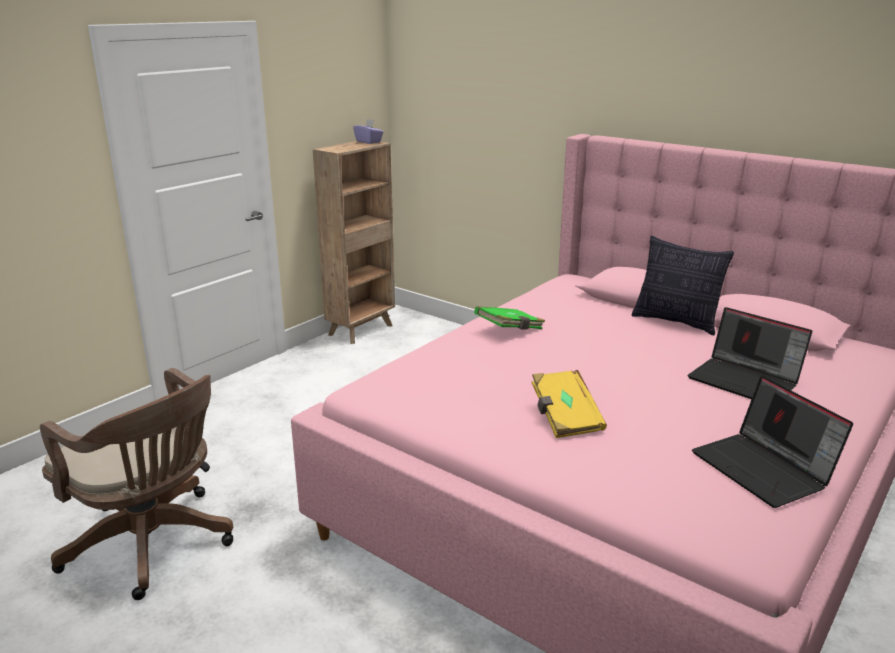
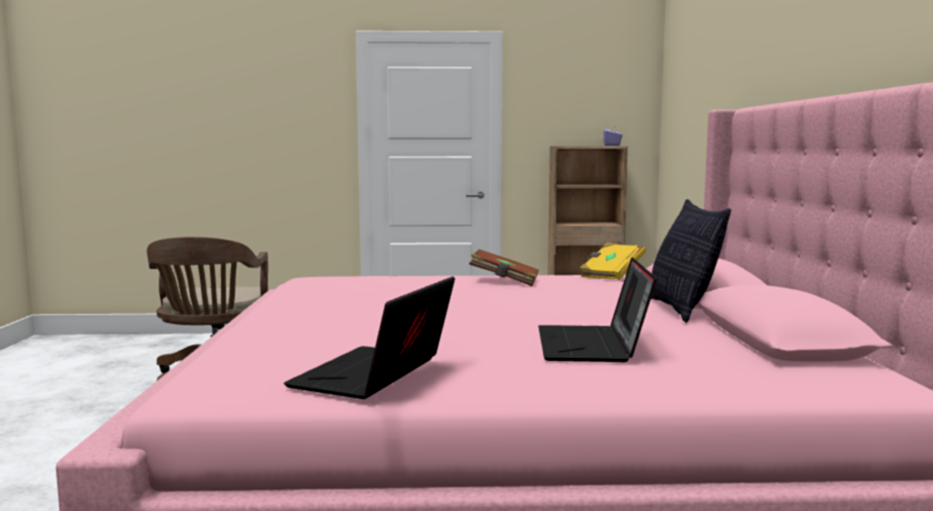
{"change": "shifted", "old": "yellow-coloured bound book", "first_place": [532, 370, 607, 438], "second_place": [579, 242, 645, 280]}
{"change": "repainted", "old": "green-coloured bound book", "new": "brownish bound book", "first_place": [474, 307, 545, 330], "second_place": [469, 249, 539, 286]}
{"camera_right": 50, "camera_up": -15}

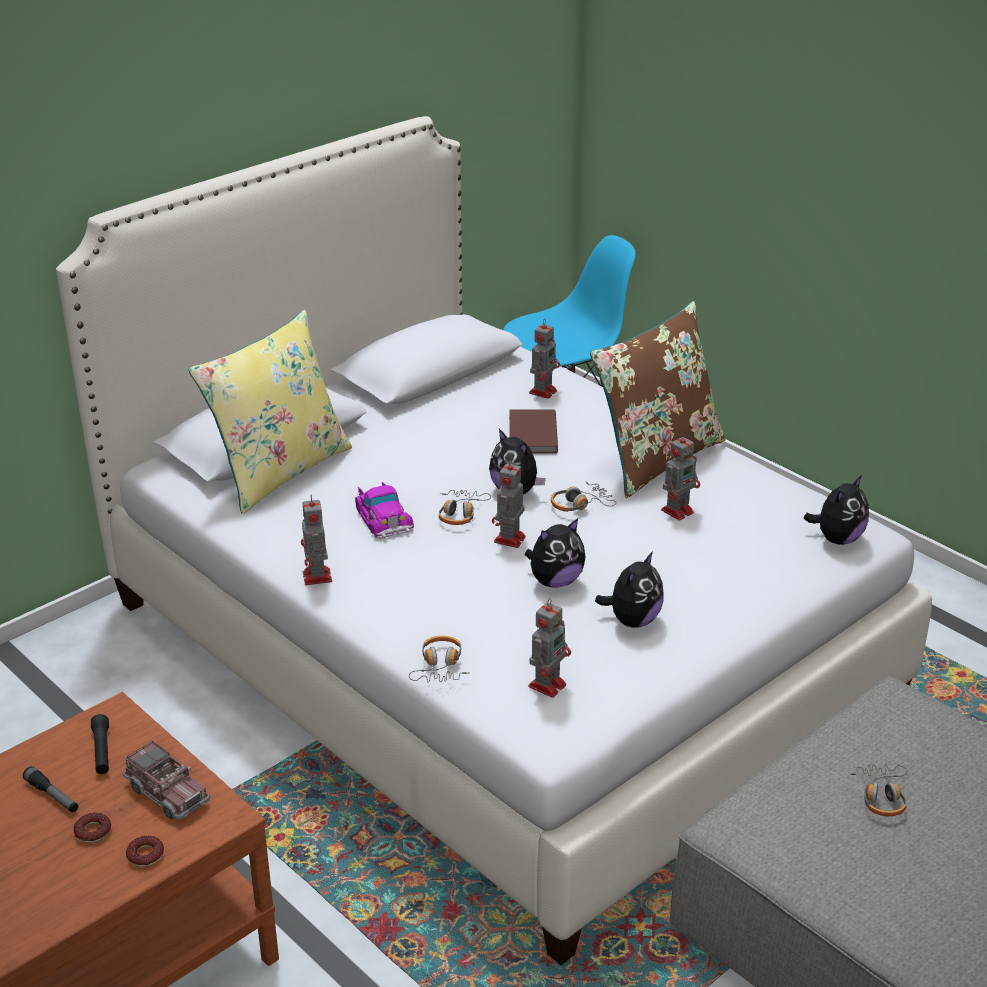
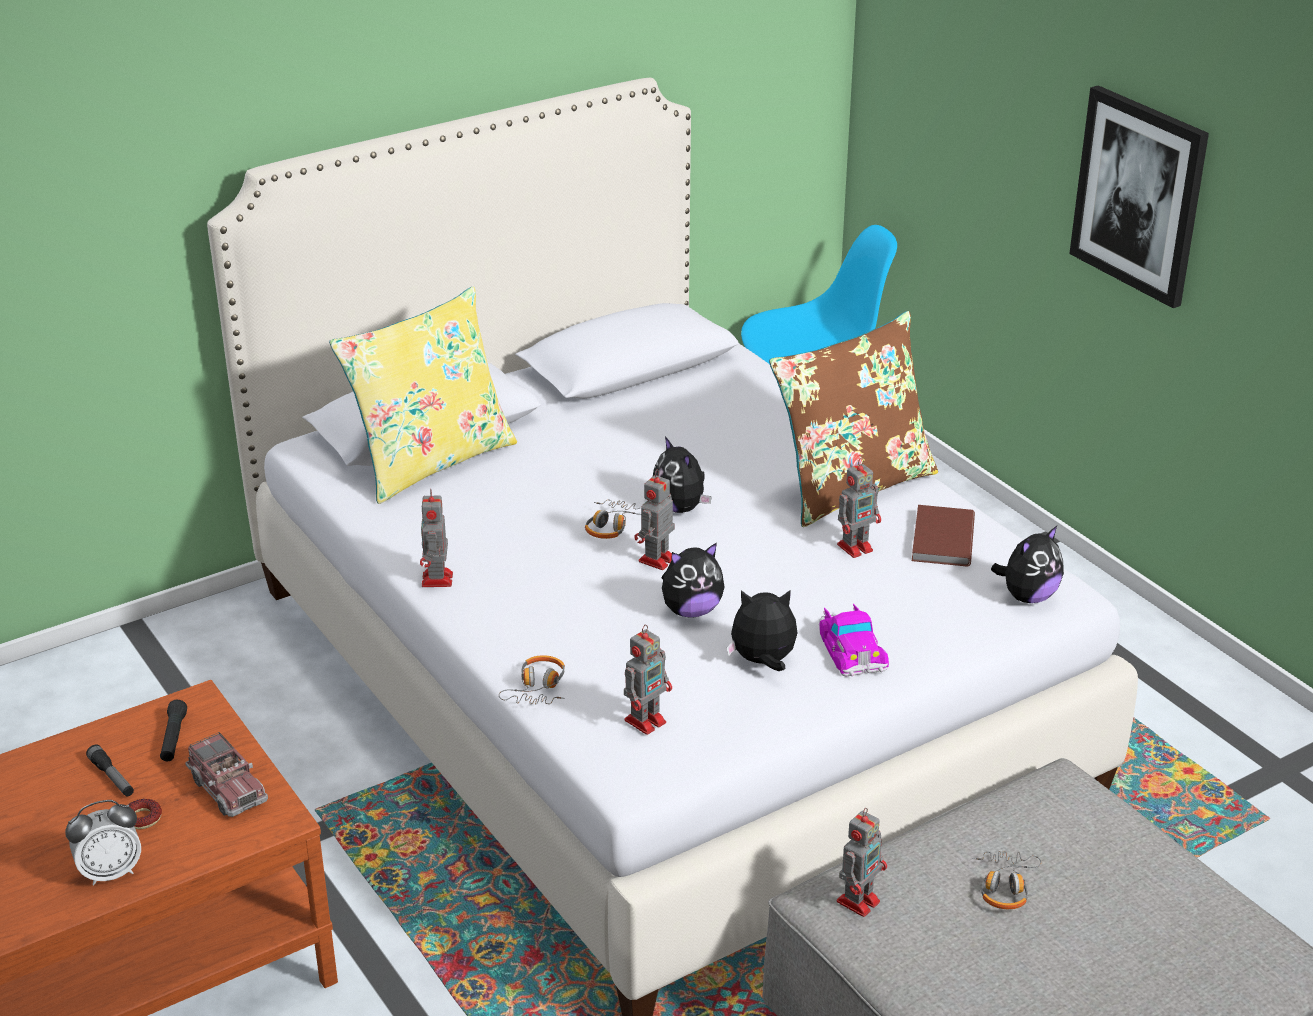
{"change": "gone", "old": "doughnut", "first_place": [126, 836, 164, 867]}
{"change": "gone", "old": "headset", "first_place": [551, 481, 616, 512]}
{"change": "new", "new": "bedside clock", "second_place": [65, 800, 141, 886]}
{"change": "new", "new": "wall picture", "second_place": [1069, 85, 1209, 308]}
{"change": "shifted", "old": "toy car", "first_place": [355, 482, 414, 539], "second_place": [819, 604, 889, 676]}
{"change": "shifted", "old": "brownish bound book", "first_place": [509, 409, 558, 454], "second_place": [912, 505, 975, 567]}
{"change": "shifted", "old": "robot figure", "first_place": [529, 318, 560, 399], "second_place": [837, 808, 887, 917]}
{"change": "rotated", "old": "cuddly toy", "first_place": [595, 551, 664, 628], "second_place": [727, 590, 797, 671], "degrees": -135}
{"camera_right": 10, "camera_up": 0}

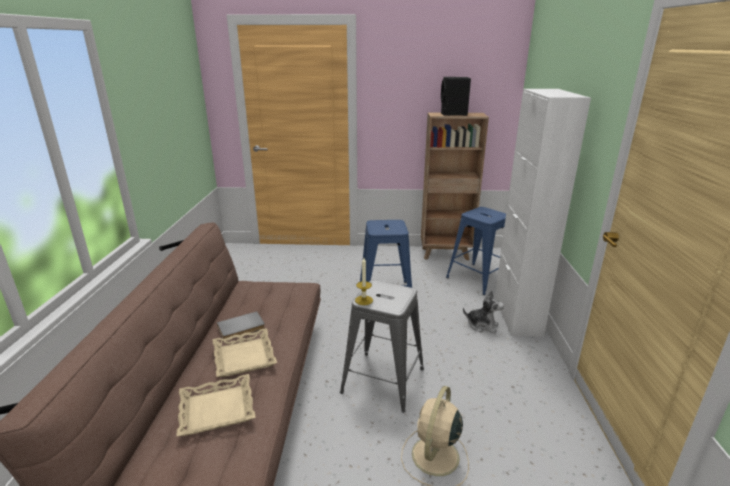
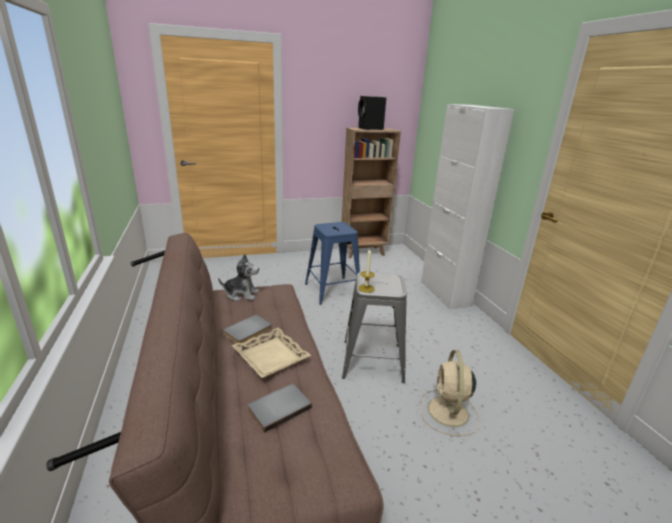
{"change": "gone", "old": "blue-coloured stool seat", "first_place": [446, 207, 506, 295]}
{"change": "shifted", "old": "cuddly toy", "first_place": [463, 290, 504, 333], "second_place": [218, 254, 259, 301]}
{"change": "swapped", "old": "beige-coloured tray", "new": "gray bound book", "first_place": [176, 374, 256, 437], "second_place": [248, 384, 312, 433]}
{"camera_right": -20, "camera_up": 0}

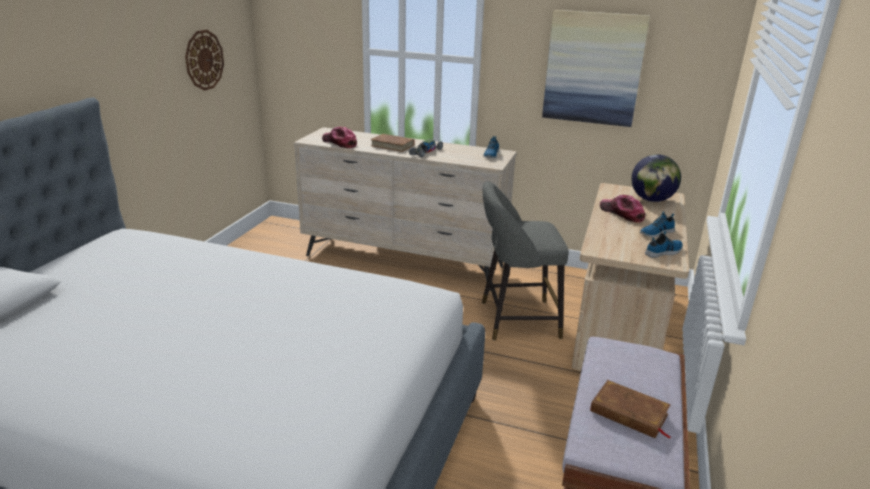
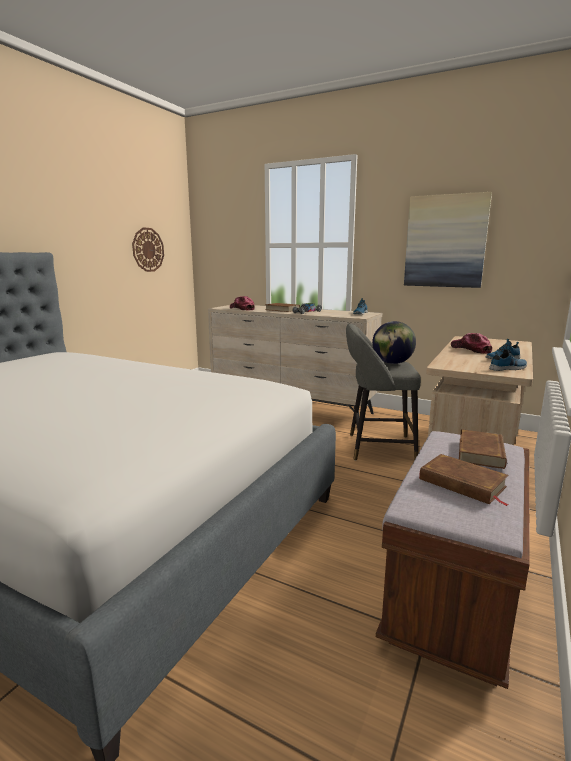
{"change": "new", "new": "brownish bound book", "second_place": [459, 429, 507, 469]}
{"change": "shifted", "old": "desk globe", "first_place": [631, 154, 681, 202], "second_place": [372, 321, 416, 364]}
{"camera_right": 10, "camera_up": -10}

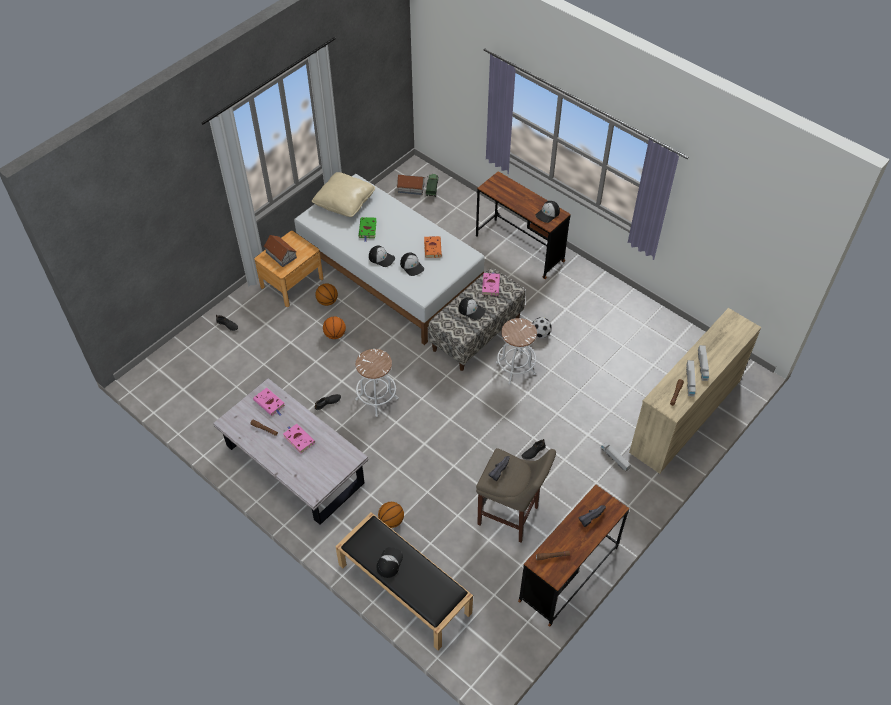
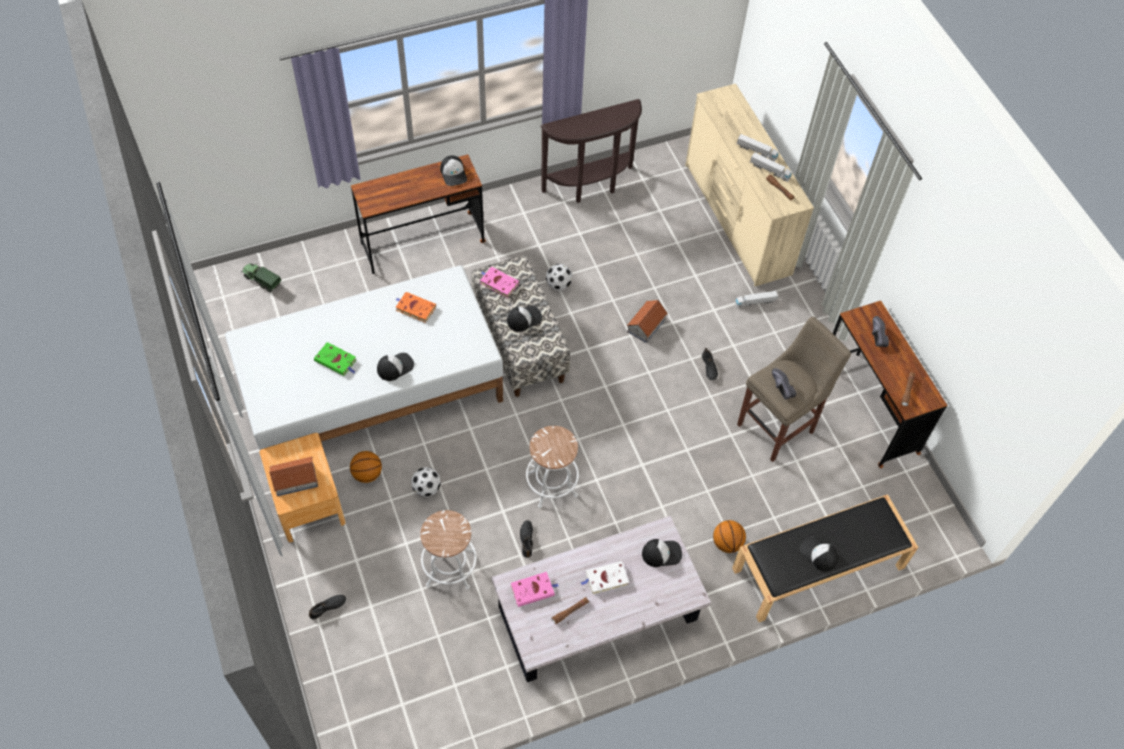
{"change": "gone", "old": "beige-coloured pillow", "first_place": [312, 172, 375, 217]}
{"change": "new", "new": "brownish hall table", "second_place": [540, 99, 642, 203]}
{"change": "shifted", "old": "toy house", "first_place": [397, 175, 425, 195], "second_place": [627, 300, 668, 343]}
{"change": "shifted", "old": "peaked cap", "first_place": [400, 253, 424, 276], "second_place": [642, 539, 682, 567]}
{"change": "shifted", "old": "white stool seat", "first_place": [496, 318, 537, 384], "second_place": [420, 510, 477, 589]}
{"change": "swapped", "old": "basketball", "new": "football", "first_place": [323, 316, 346, 339], "second_place": [411, 467, 441, 497]}
{"change": "repainted", "old": "pink-coloured bound book", "new": "white bound book", "first_place": [283, 424, 315, 453], "second_place": [581, 561, 629, 595]}
{"camera_right": -65, "camera_up": 5}

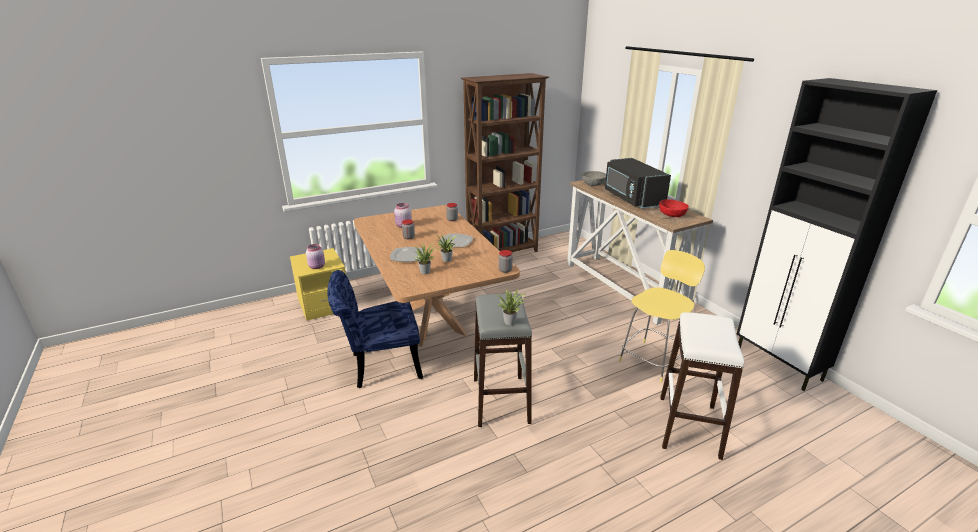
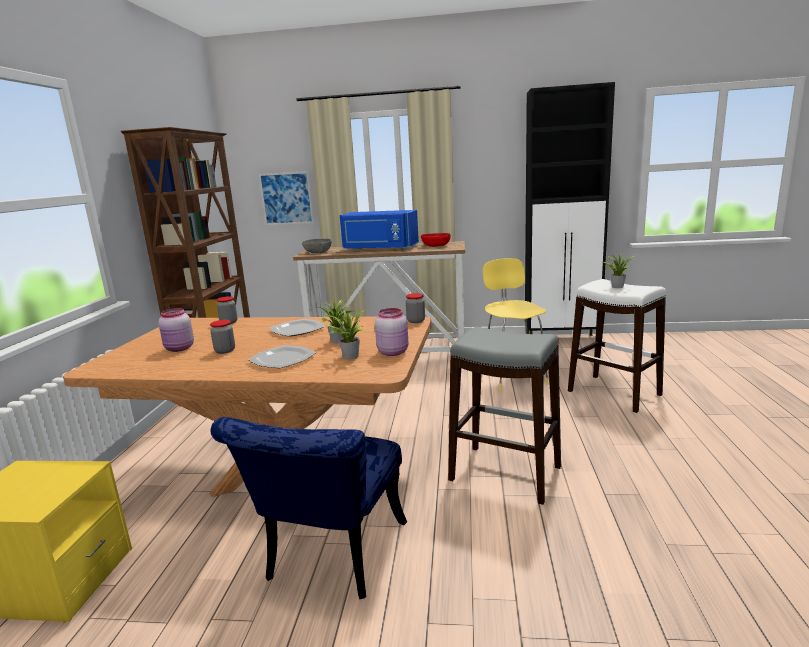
{"change": "new", "new": "wall picture", "second_place": [259, 171, 314, 225]}
{"change": "shifted", "old": "pink-coloured jar", "first_place": [306, 244, 325, 269], "second_place": [375, 308, 408, 356]}
{"change": "shifted", "old": "houseplant", "first_place": [496, 289, 525, 325], "second_place": [604, 254, 634, 288]}
{"change": "repainted", "old": "blackish kitchen microwave", "new": "blue-coloured kitchen microwave", "first_place": [605, 158, 671, 208], "second_place": [340, 210, 419, 251]}
{"camera_right": -55, "camera_up": -10}

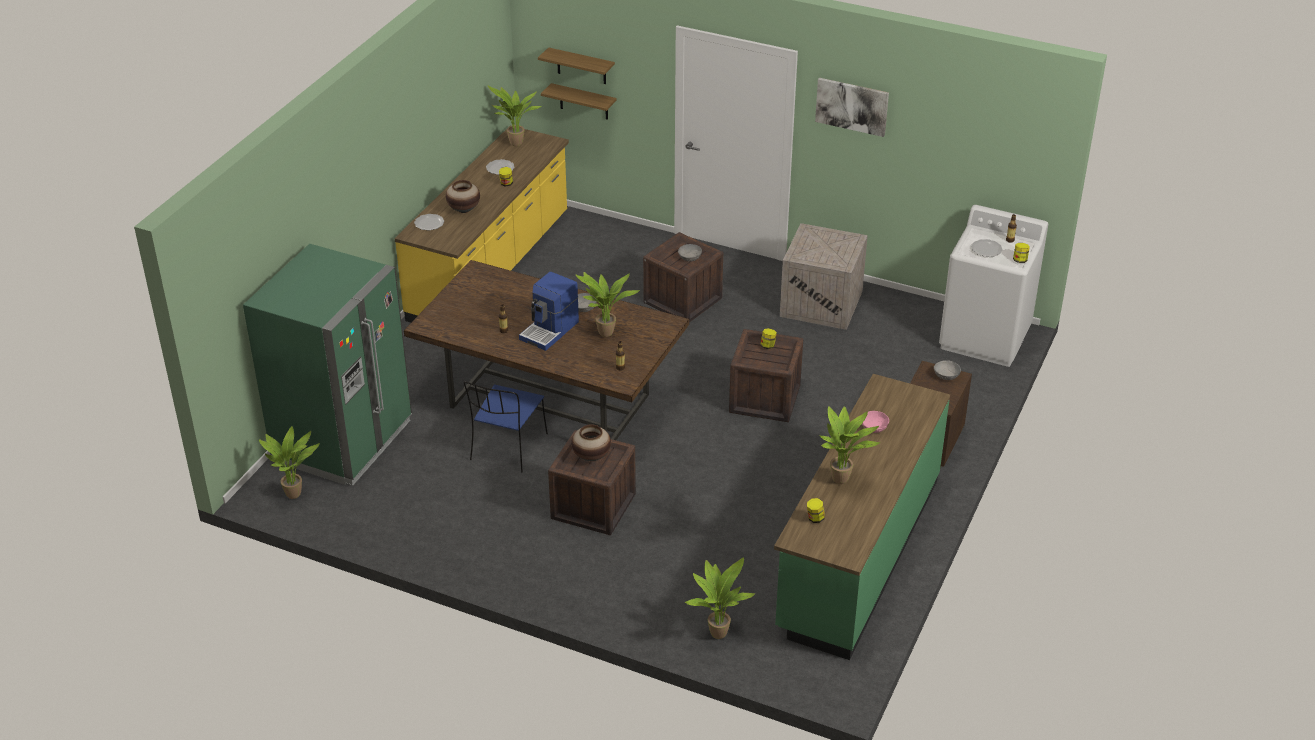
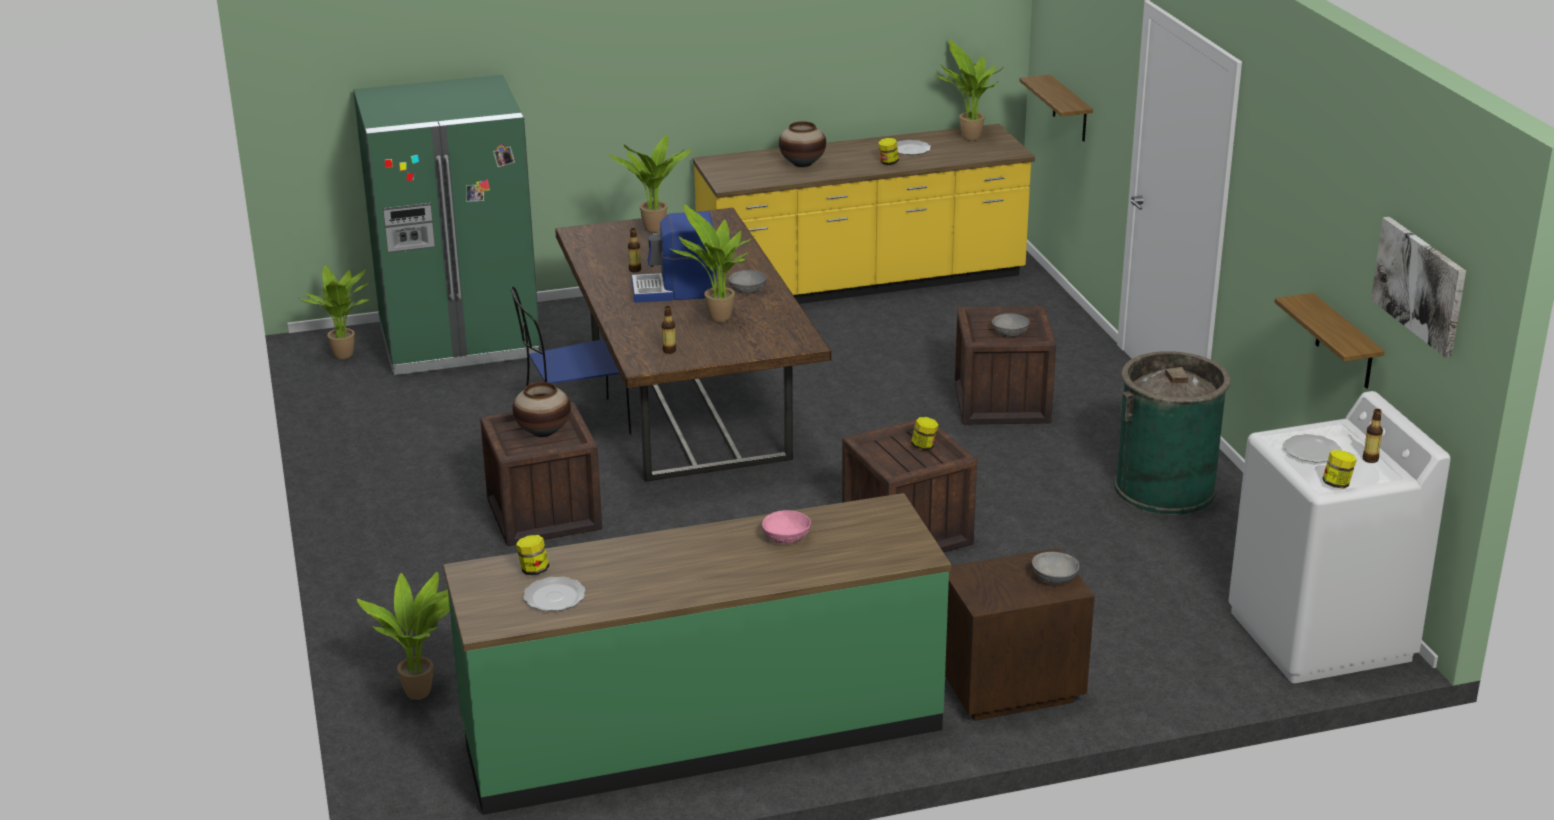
{"change": "shifted", "old": "flat dish", "first_place": [414, 214, 444, 230], "second_place": [523, 577, 585, 611]}
{"change": "shifted", "old": "shelf", "first_place": [538, 47, 615, 84], "second_place": [1274, 293, 1385, 389]}
{"change": "shifted", "old": "wall picture", "first_place": [815, 78, 889, 137], "second_place": [1371, 217, 1466, 357]}
{"change": "shifted", "old": "houseplant", "first_place": [819, 406, 880, 484], "second_place": [609, 134, 692, 233]}
{"change": "swapped", "old": "crate", "new": "green-coloured waste bin", "first_place": [780, 223, 868, 330], "second_place": [1114, 351, 1230, 515]}
{"camera_right": 50, "camera_up": -10}

